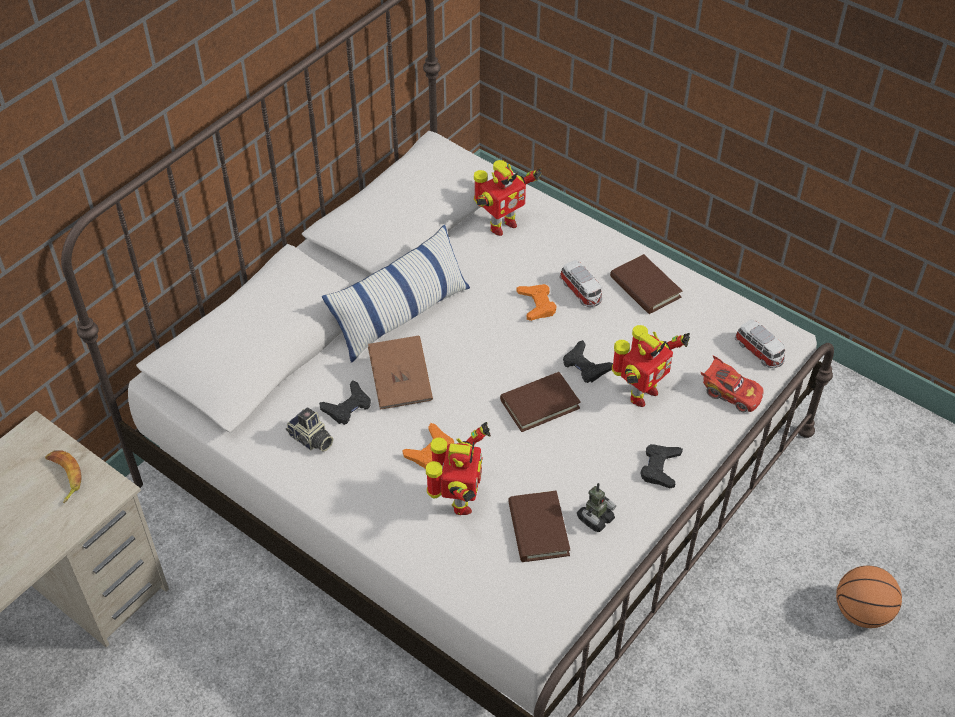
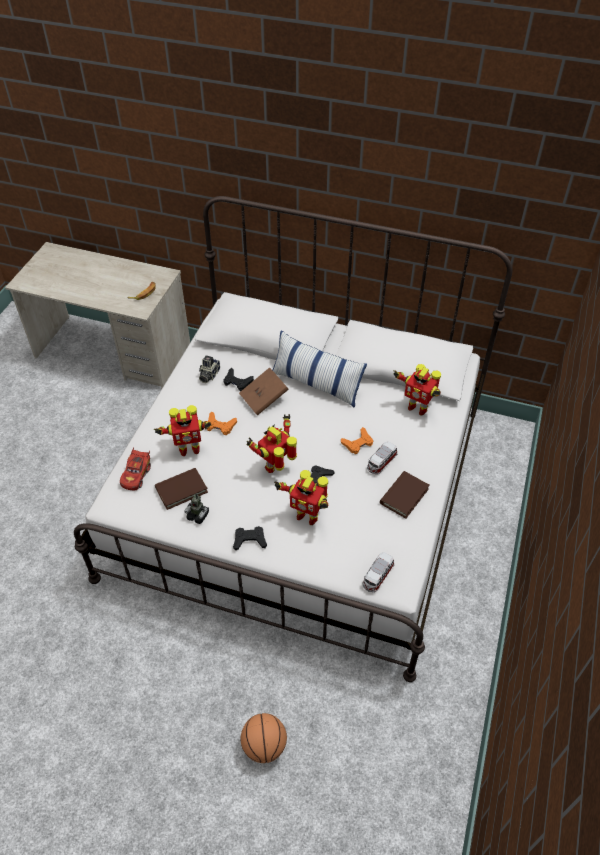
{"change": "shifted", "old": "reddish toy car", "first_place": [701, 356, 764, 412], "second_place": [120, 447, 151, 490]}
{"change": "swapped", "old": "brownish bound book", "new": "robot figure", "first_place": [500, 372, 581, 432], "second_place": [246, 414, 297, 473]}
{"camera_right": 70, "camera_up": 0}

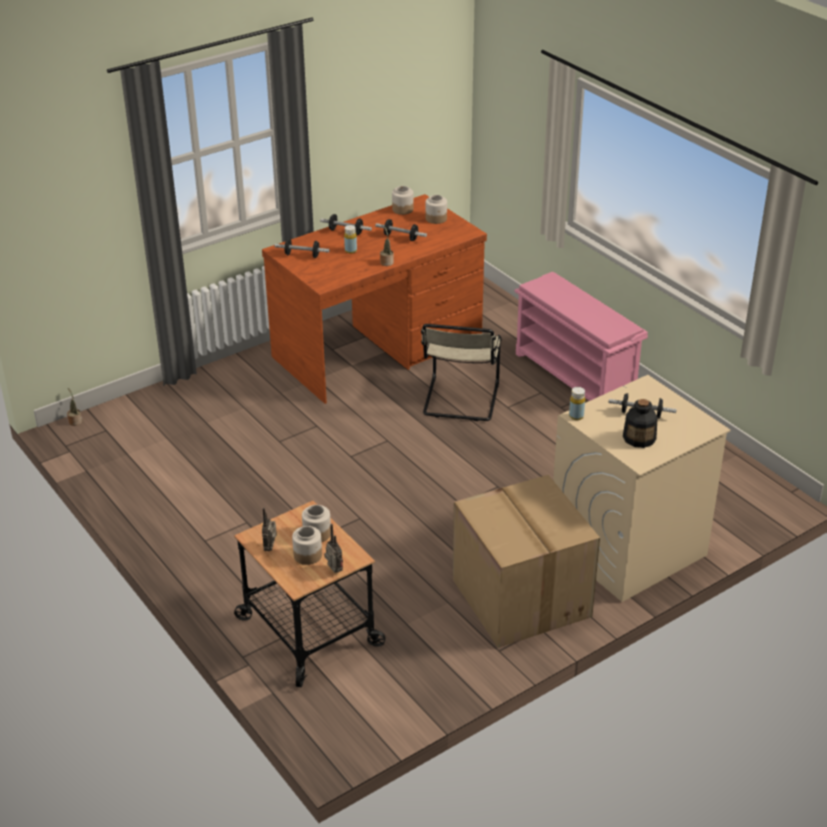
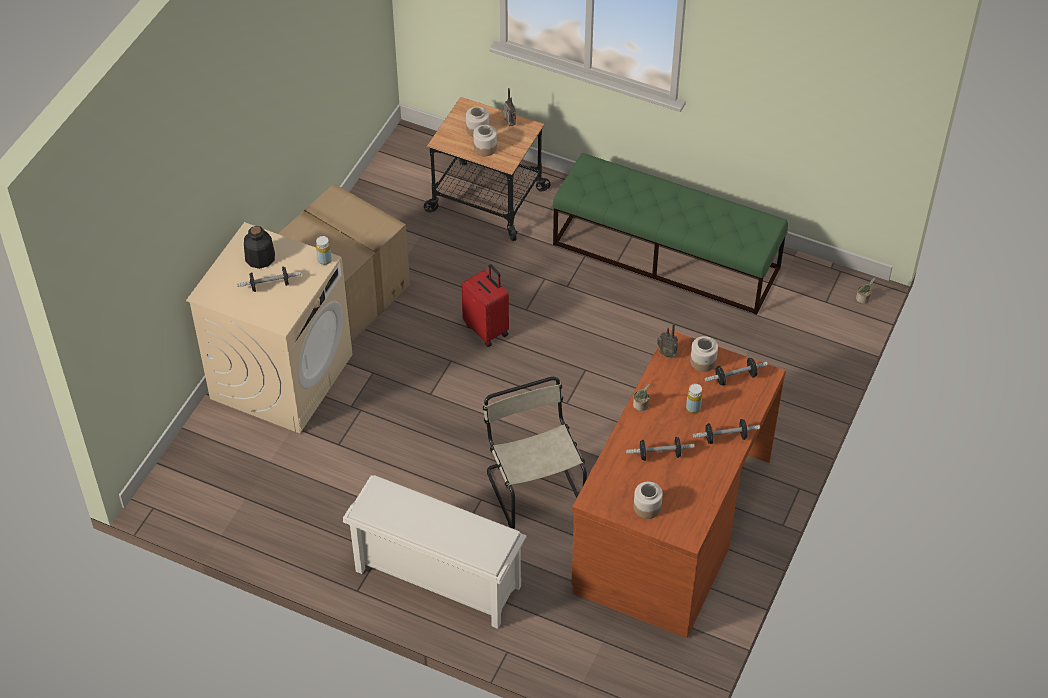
{"change": "new", "new": "reddish suitcase", "second_place": [461, 264, 509, 347]}
{"change": "new", "new": "green-coloured indoor bench", "second_place": [553, 153, 788, 315]}
{"change": "shifted", "old": "radio", "first_place": [324, 524, 343, 573], "second_place": [657, 323, 678, 358]}
{"change": "shifted", "old": "jar", "first_place": [392, 186, 413, 215], "second_place": [690, 336, 718, 372]}
{"change": "repainted", "old": "pink-coloured shoe rack", "new": "white shoe rack", "first_place": [515, 272, 648, 401], "second_place": [343, 475, 526, 629]}
{"camera_right": 150, "camera_up": 15}

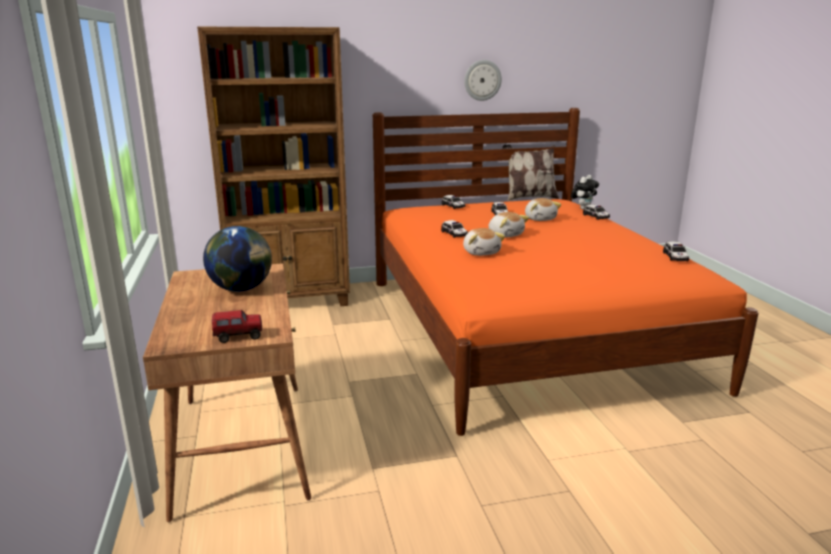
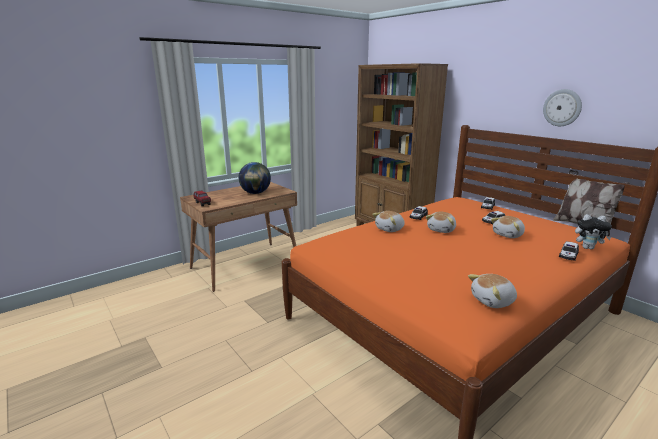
{"change": "swapped", "old": "toy car", "new": "cuddly toy", "first_place": [663, 241, 689, 261], "second_place": [468, 274, 517, 308]}
{"camera_right": 65, "camera_up": 0}

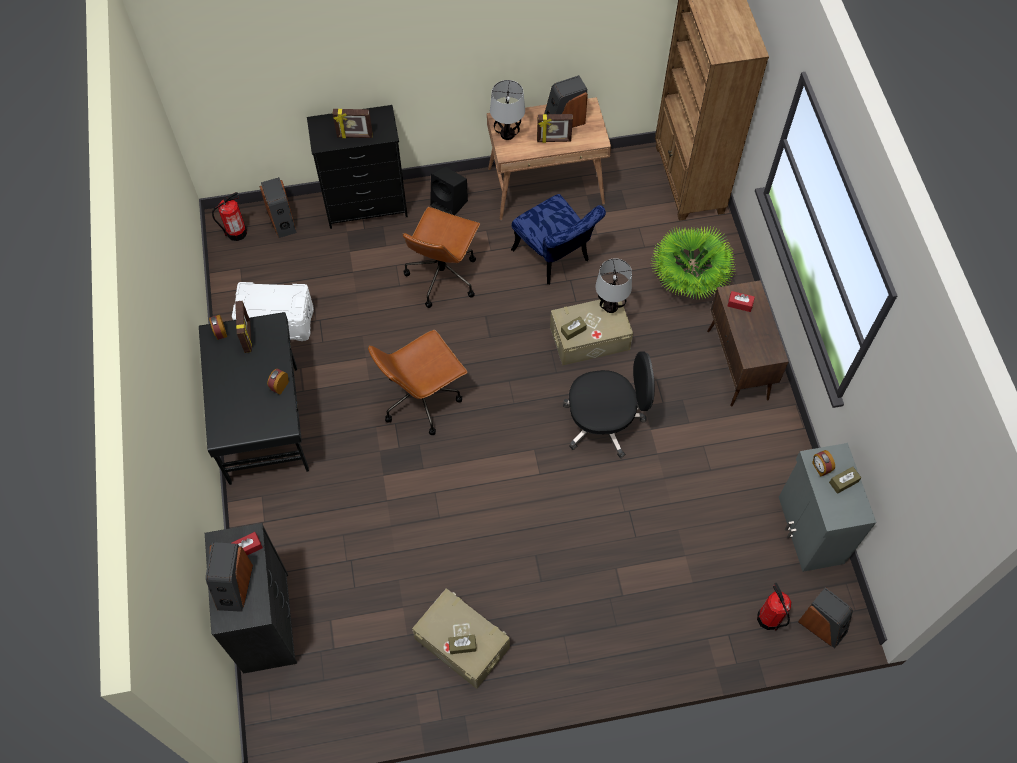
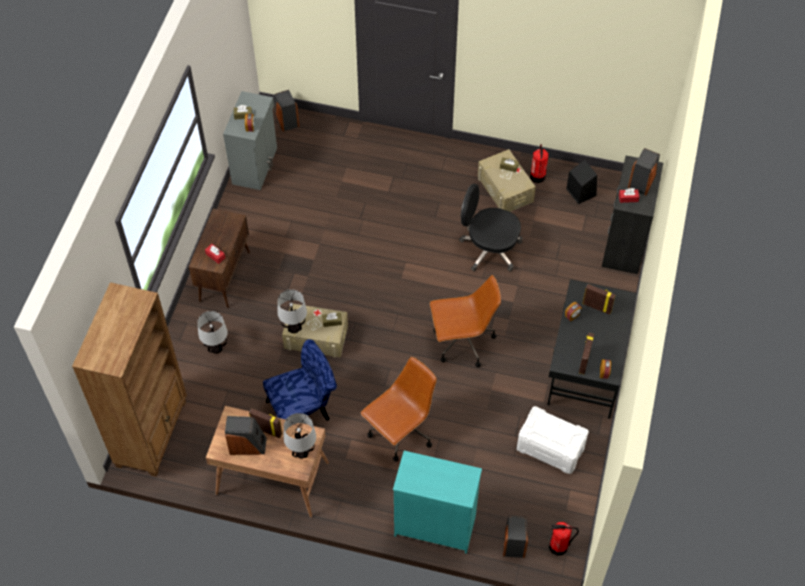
{"change": "shifted", "old": "picture frame", "first_place": [333, 109, 373, 138], "second_place": [582, 284, 615, 315]}
{"change": "shifted", "old": "blackish speaker", "first_place": [430, 166, 468, 215], "second_place": [566, 160, 597, 204]}
{"change": "shifted", "old": "blackish computer chair", "first_place": [563, 351, 655, 458], "second_place": [459, 184, 523, 272]}
{"change": "shifted", "old": "fire-fighting cylinder", "first_place": [757, 583, 791, 630], "second_place": [530, 144, 548, 183]}
{"change": "swapped", "old": "houseplant", "new": "tabletop lamp", "first_place": [651, 226, 736, 300], "second_place": [197, 311, 228, 354]}
{"change": "repainted", "old": "blackish drawer chest", "new": "turquoise drawer chest", "first_place": [307, 105, 408, 229], "second_place": [393, 451, 482, 554]}
{"change": "rotated", "old": "blue-coloured plain chair", "first_place": [511, 194, 606, 284], "second_place": [263, 339, 337, 421], "degrees": 75}
{"camera_right": -155, "camera_up": -5}

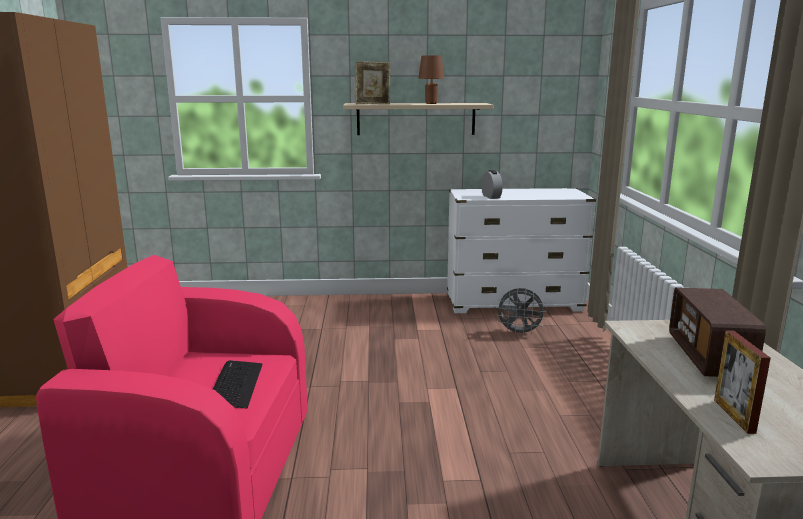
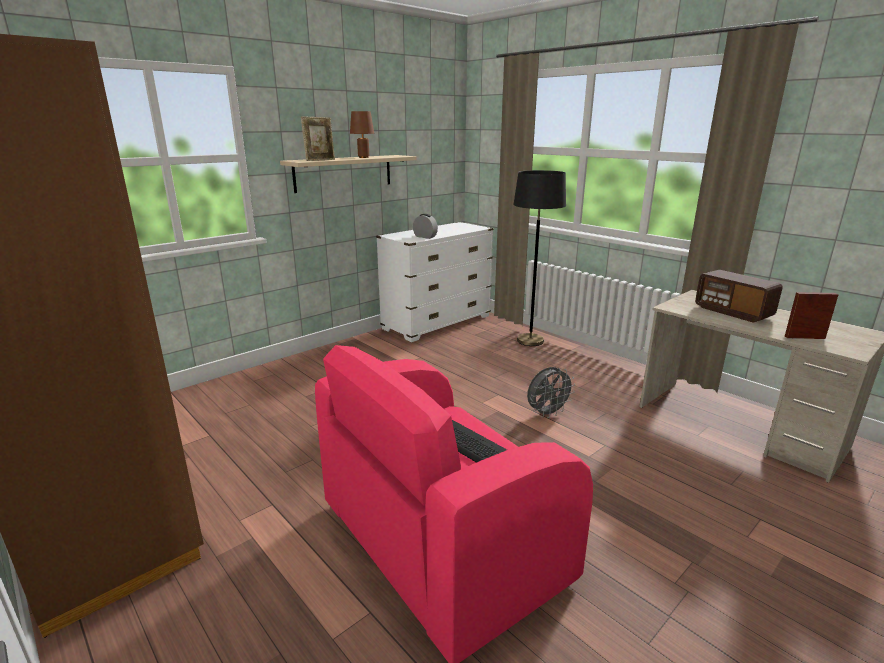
{"change": "new", "new": "blackish floor lamp", "second_place": [513, 170, 566, 346]}
{"change": "shifted", "old": "gray electric fan", "first_place": [495, 288, 547, 336], "second_place": [527, 367, 576, 418]}
{"change": "rotated", "old": "picture frame", "first_place": [714, 331, 771, 434], "second_place": [785, 292, 839, 339], "degrees": 135}
{"camera_right": -40, "camera_up": 5}

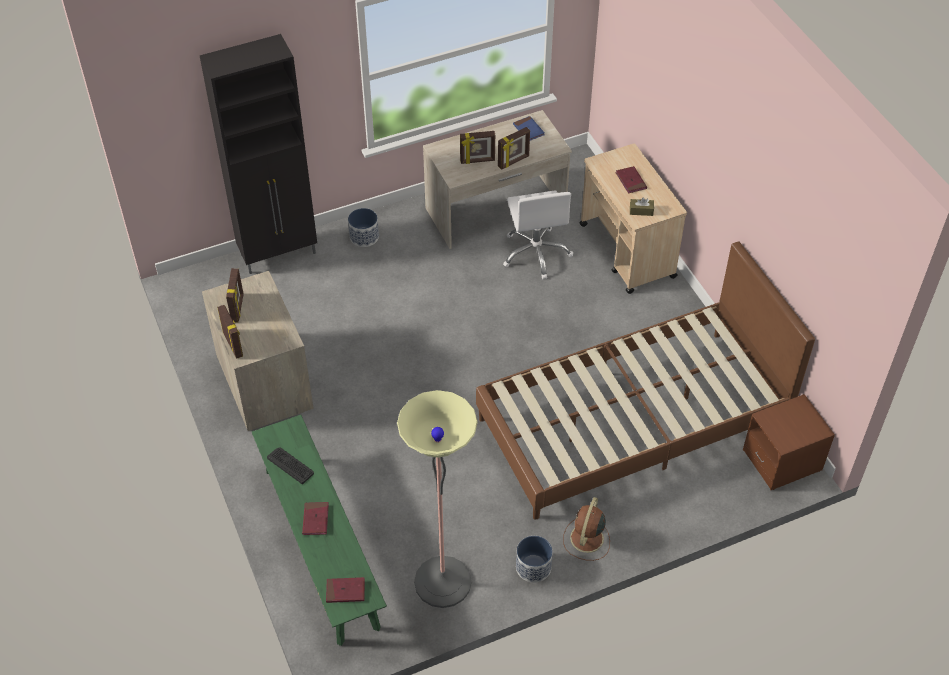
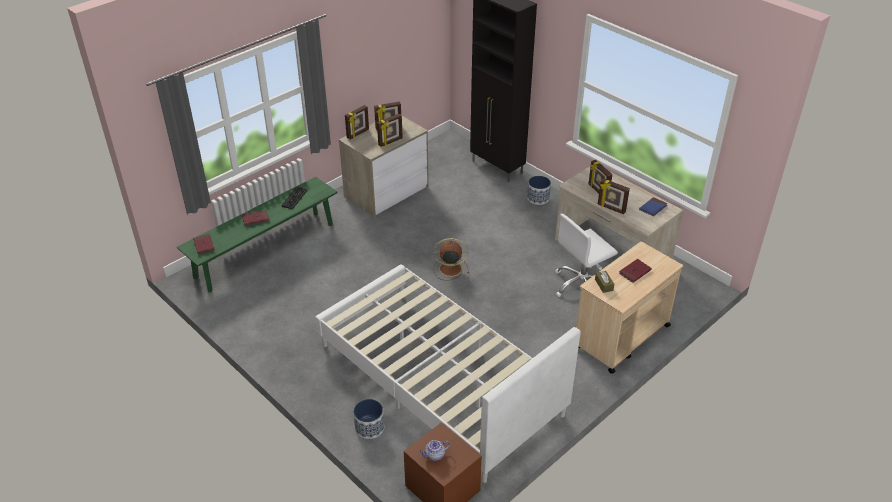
{"change": "gone", "old": "floor lamp", "first_place": [397, 390, 478, 608]}
{"change": "new", "new": "picture frame", "second_place": [377, 114, 403, 147]}
{"change": "new", "new": "pot for tea", "second_place": [419, 440, 450, 461]}
{"change": "shifted", "old": "planter", "first_place": [516, 536, 553, 583], "second_place": [353, 399, 385, 439]}
{"change": "shifted", "old": "brownish electric fan", "first_place": [563, 497, 610, 561], "second_place": [433, 238, 469, 281]}
{"change": "repainted", "old": "brownish bed", "new": "white bed", "first_place": [476, 242, 815, 520], "second_place": [315, 264, 581, 483]}
{"camera_right": 70, "camera_up": -10}

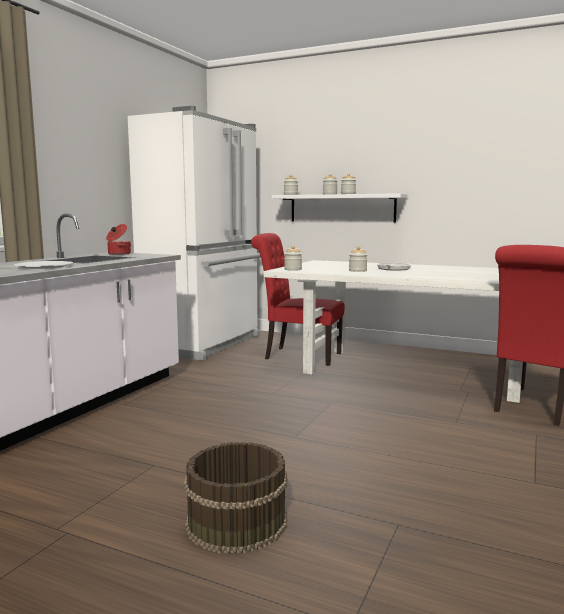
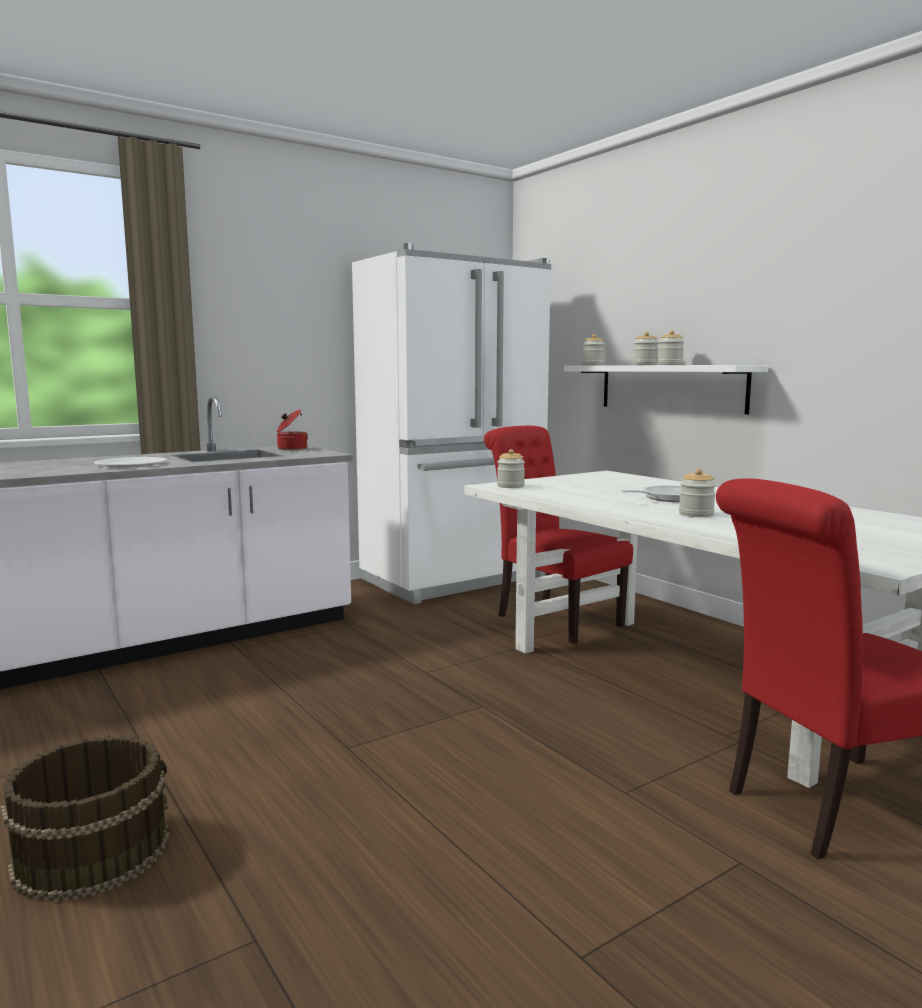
{"change": "shifted", "old": "jar", "first_place": [349, 246, 367, 272], "second_place": [679, 468, 716, 517]}
{"camera_right": 30, "camera_up": 0}

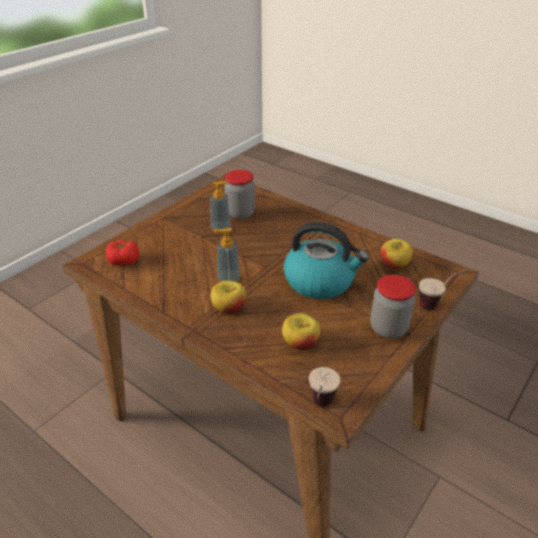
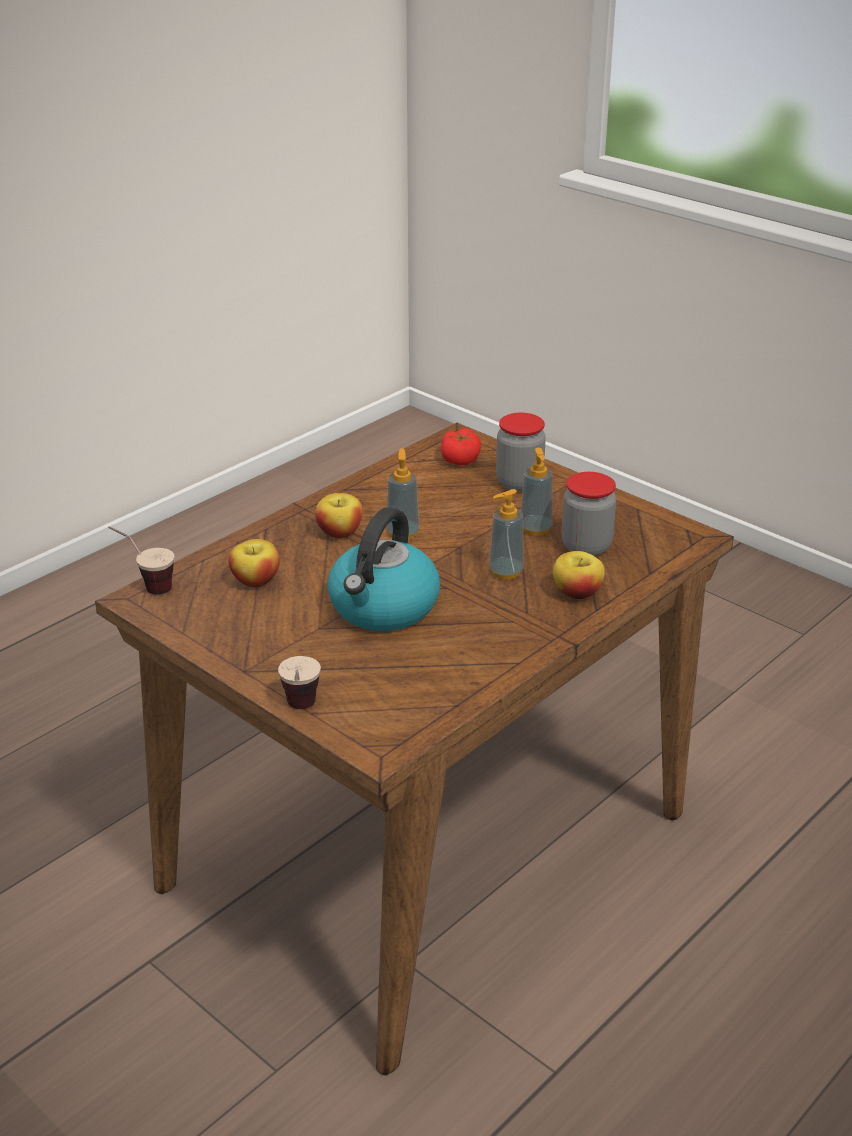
{"change": "new", "new": "soap dispenser", "second_place": [489, 489, 524, 579]}
{"change": "shifted", "old": "jar", "first_place": [370, 275, 416, 338], "second_place": [496, 413, 546, 492]}
{"change": "shifted", "old": "apple fruit", "first_place": [381, 239, 413, 269], "second_place": [553, 551, 605, 599]}
{"camera_right": 95, "camera_up": -5}

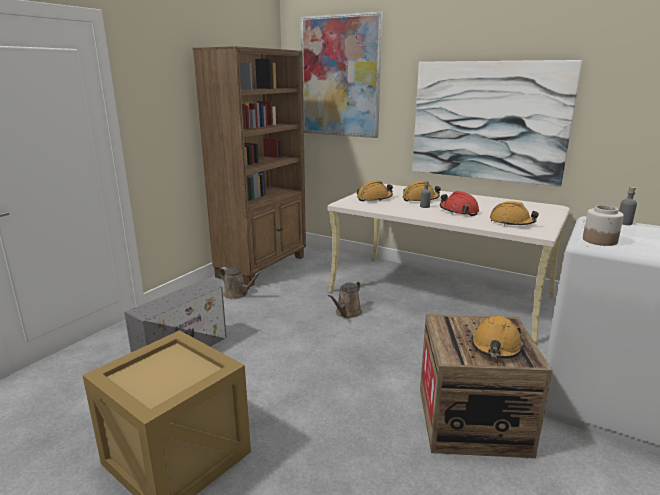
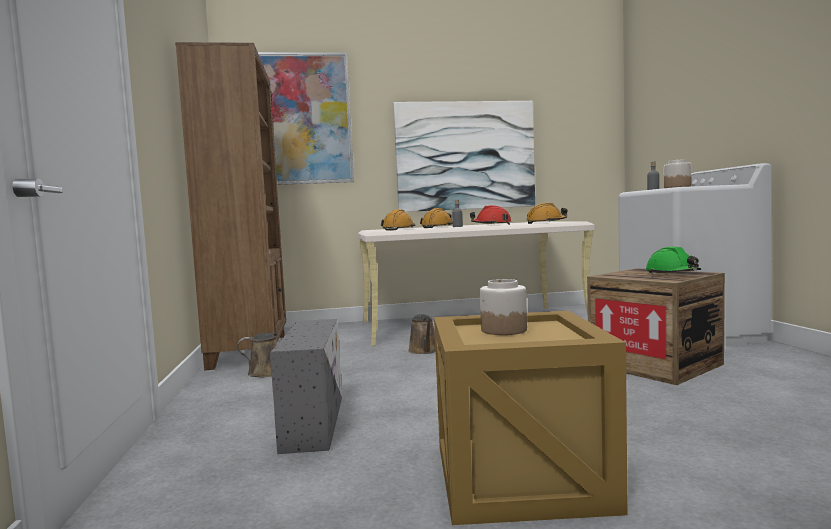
{"change": "new", "new": "jar", "second_place": [480, 279, 527, 335]}
{"change": "repainted", "old": "orangey safety helmet", "new": "green-coloured safety helmet", "first_place": [471, 316, 524, 358], "second_place": [646, 246, 701, 274]}
{"camera_right": -40, "camera_up": -15}

